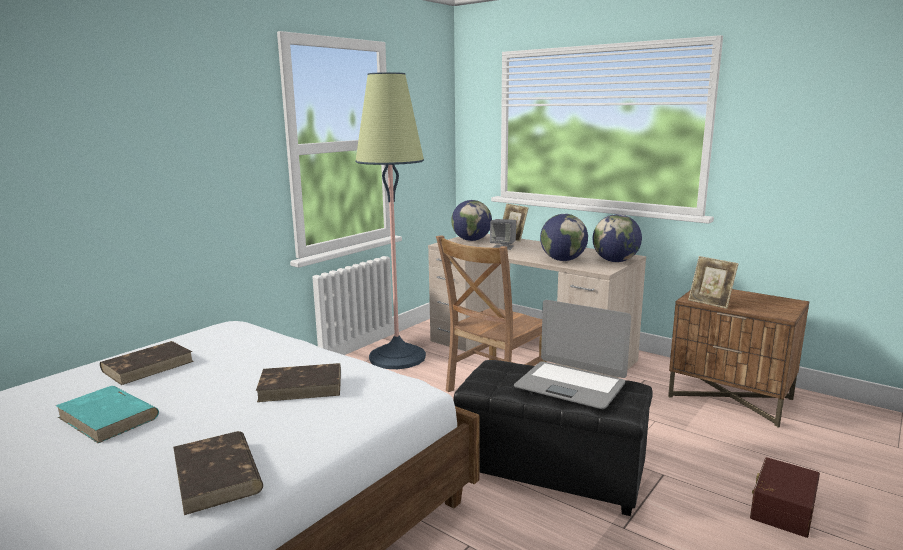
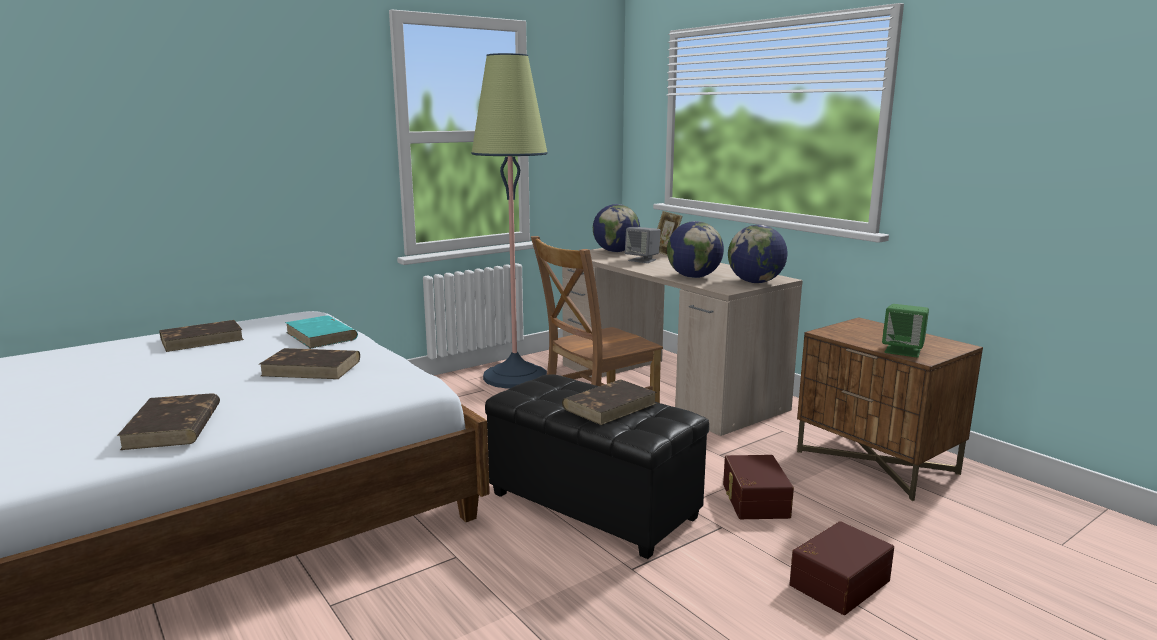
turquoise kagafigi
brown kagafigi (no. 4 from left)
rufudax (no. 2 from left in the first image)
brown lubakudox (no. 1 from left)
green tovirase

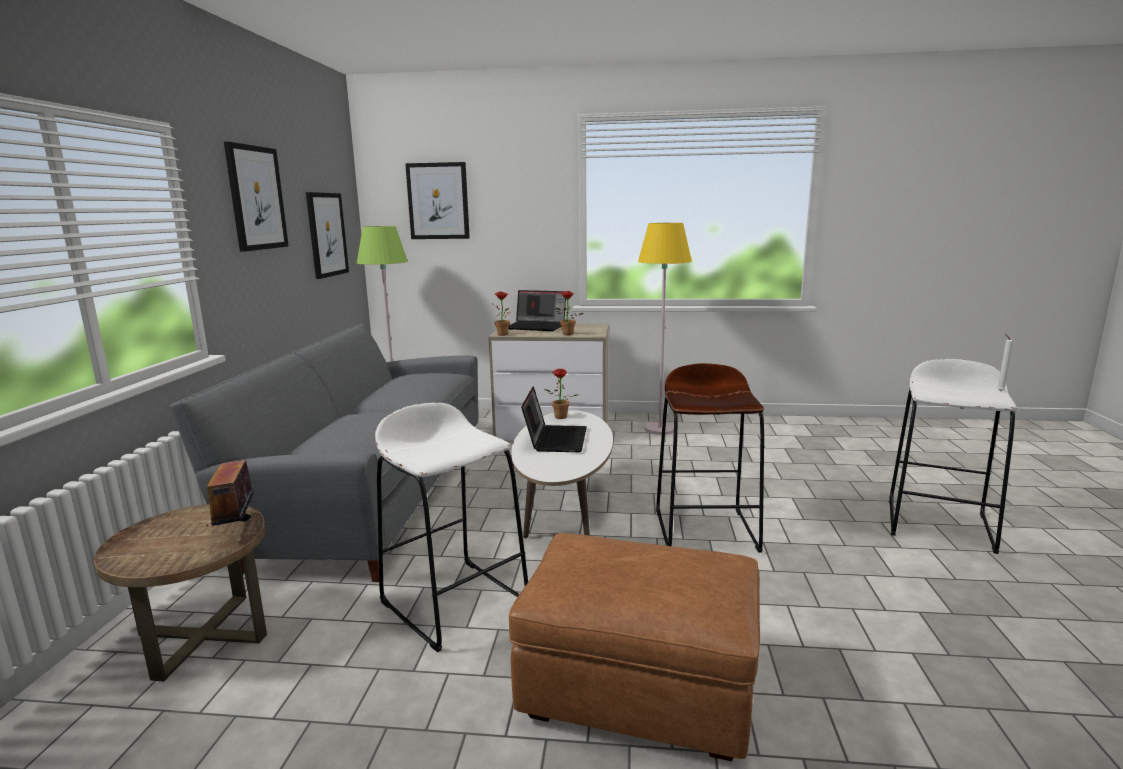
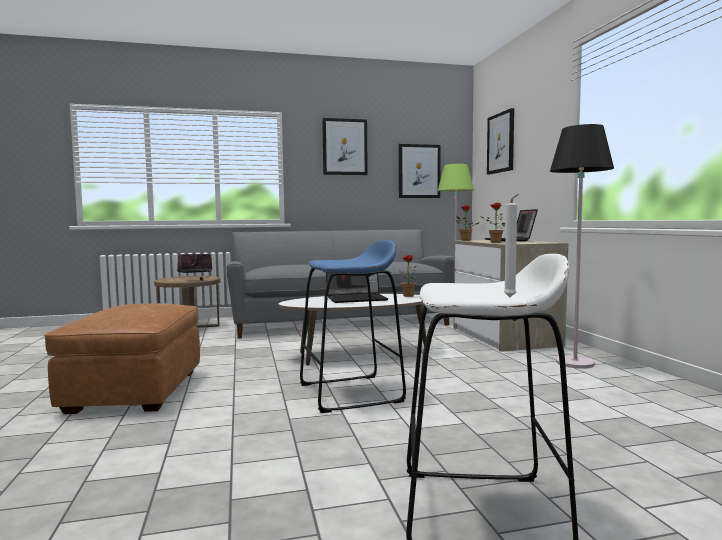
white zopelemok (no. 1 from left in the first image)
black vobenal
blue zopelemok

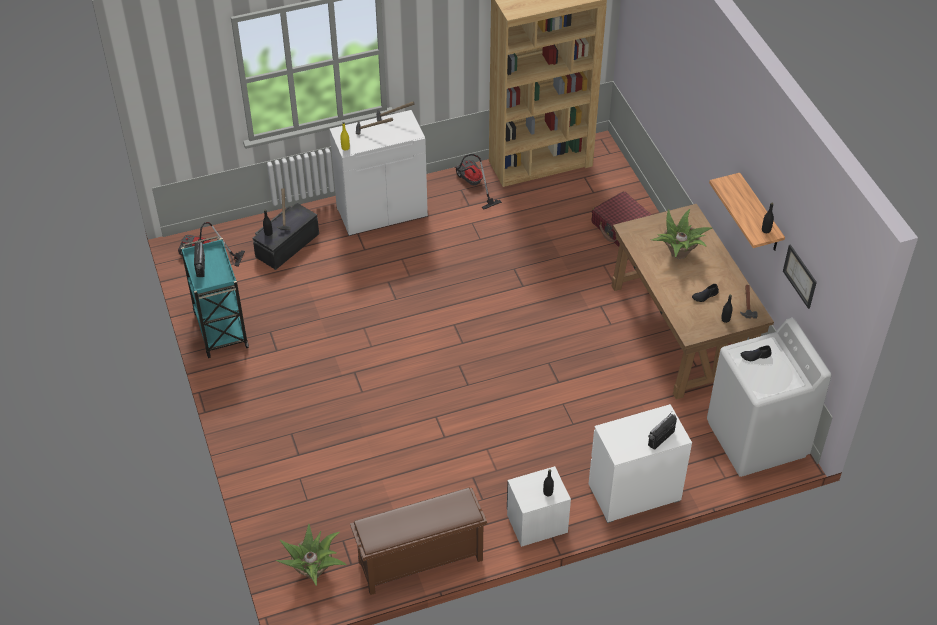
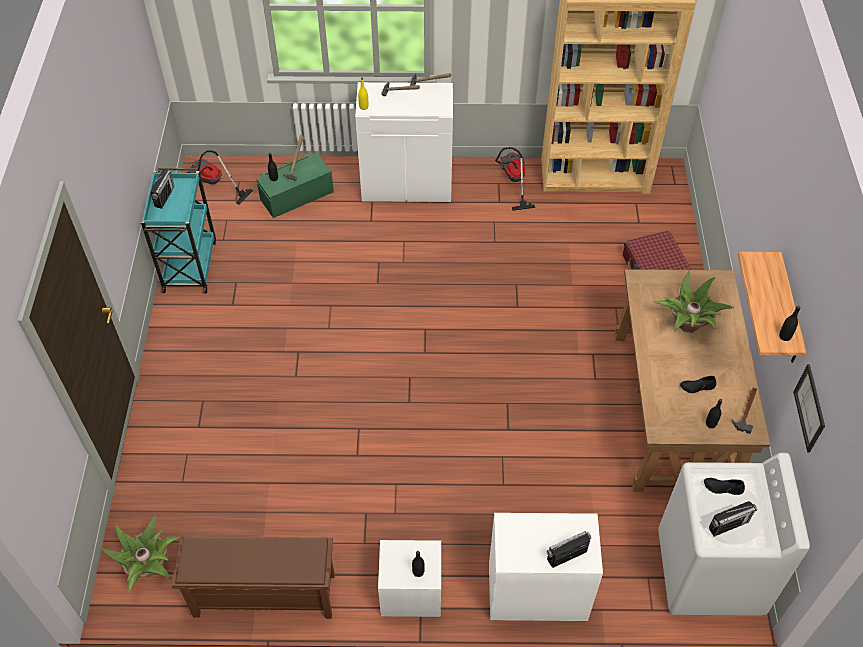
green lubakudox
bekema (no. 3 from left)

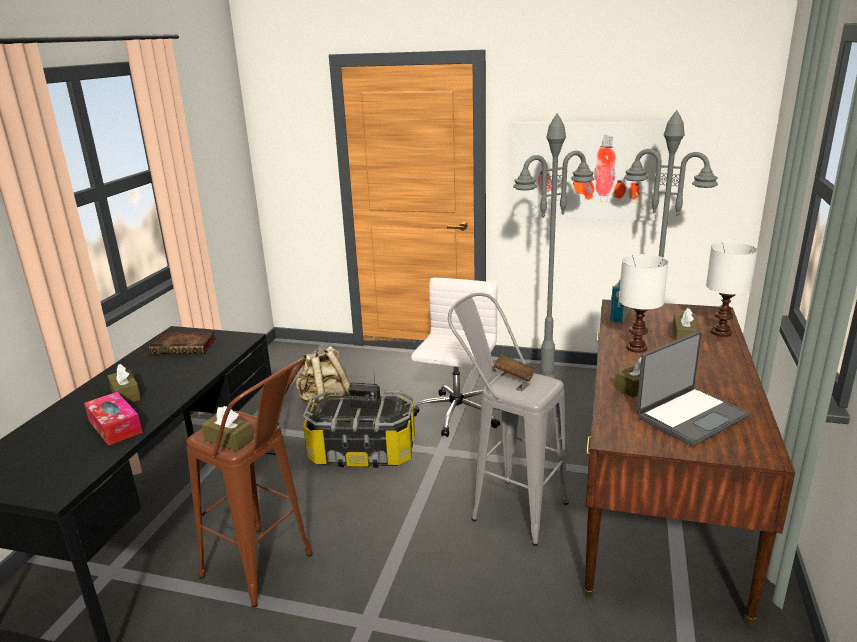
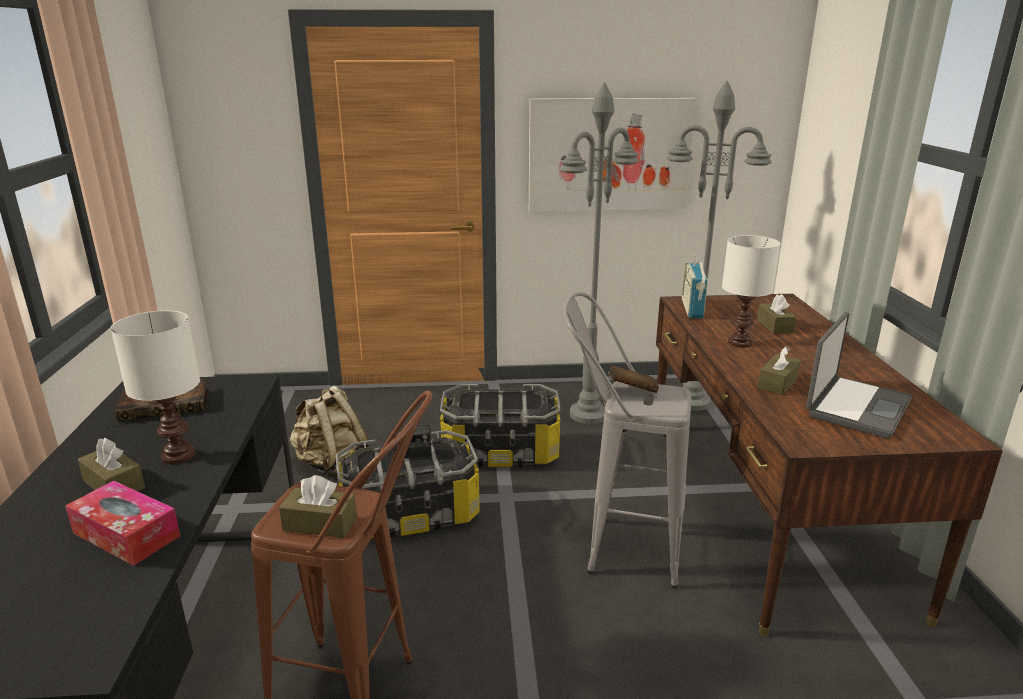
lubakudox (no. 2 from left)
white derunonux (no. 1 from left)

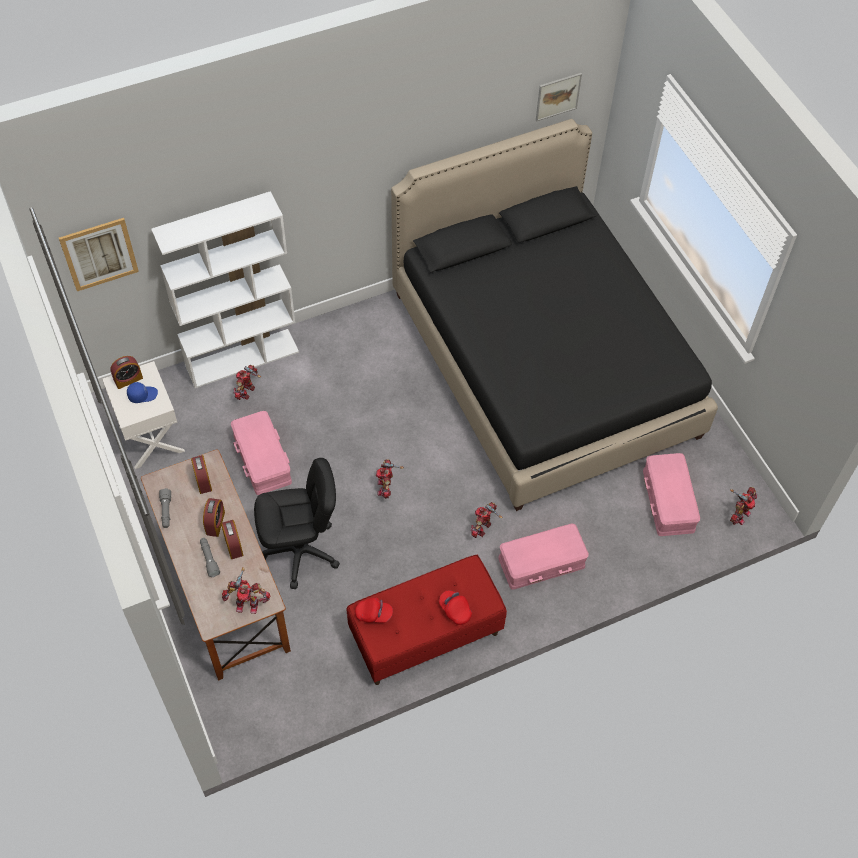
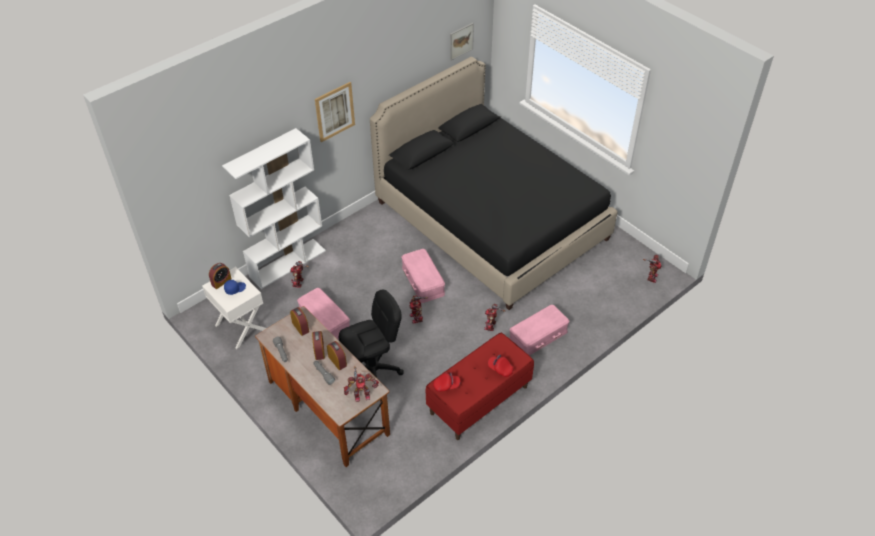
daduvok (no. 1 from left)
pink lubakudox (no. 2 from left)

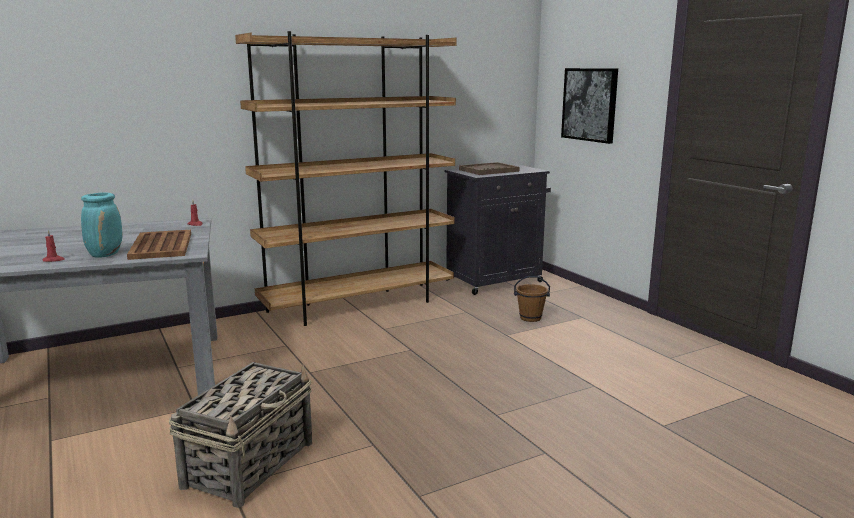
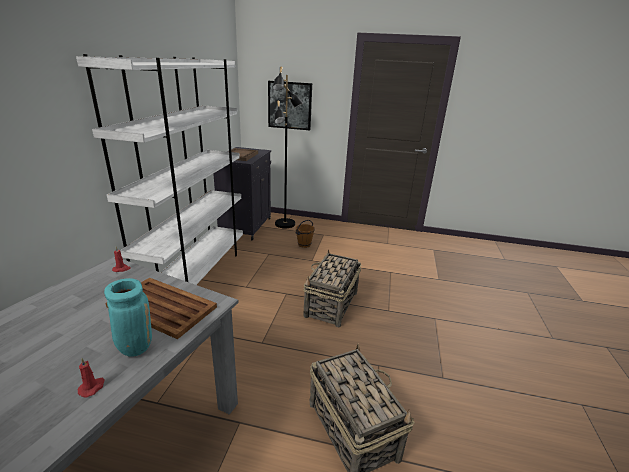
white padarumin
black vobenal
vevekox (no. 1 from left)

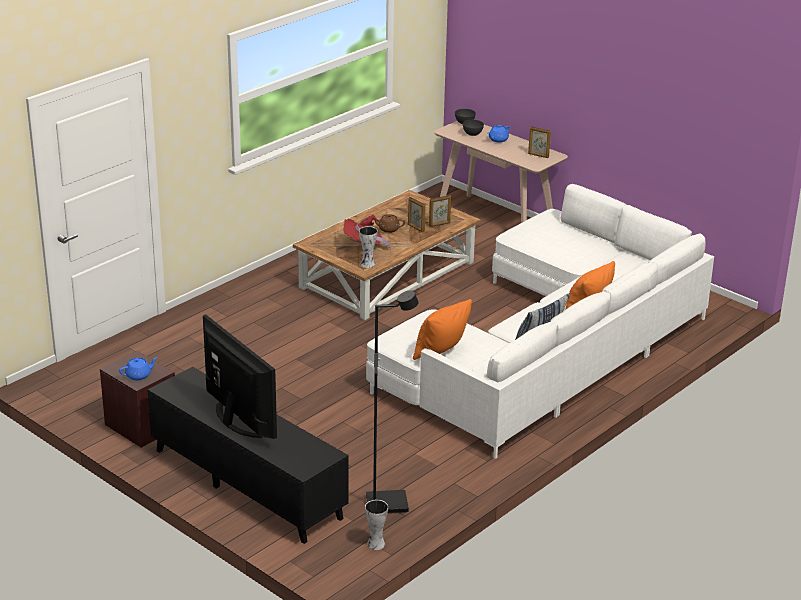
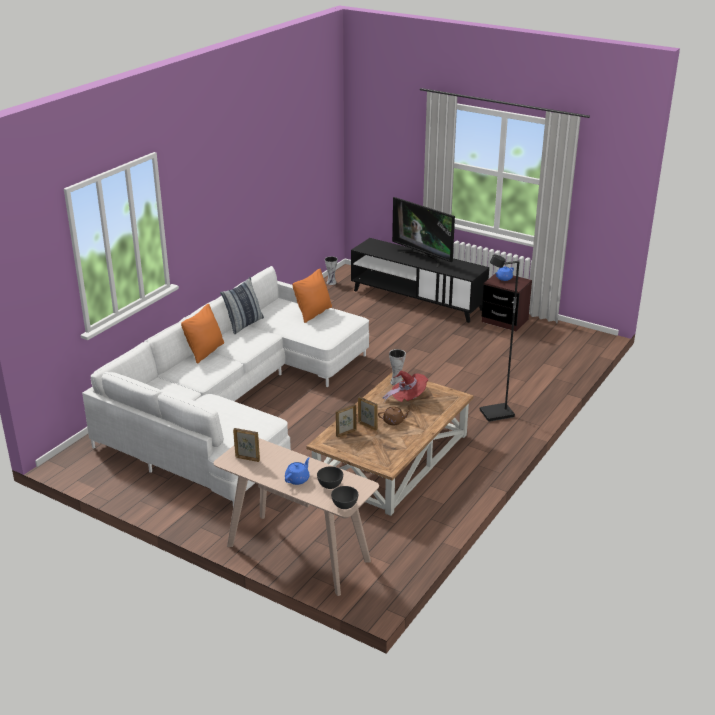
black vobenal

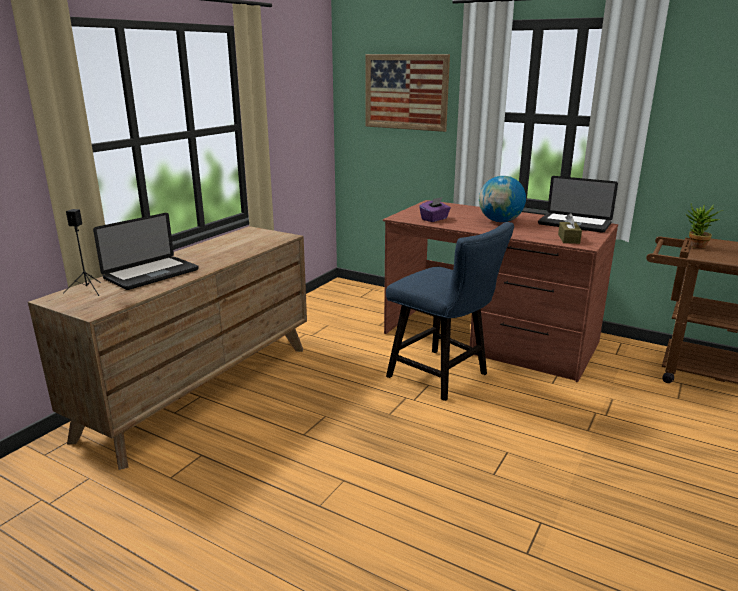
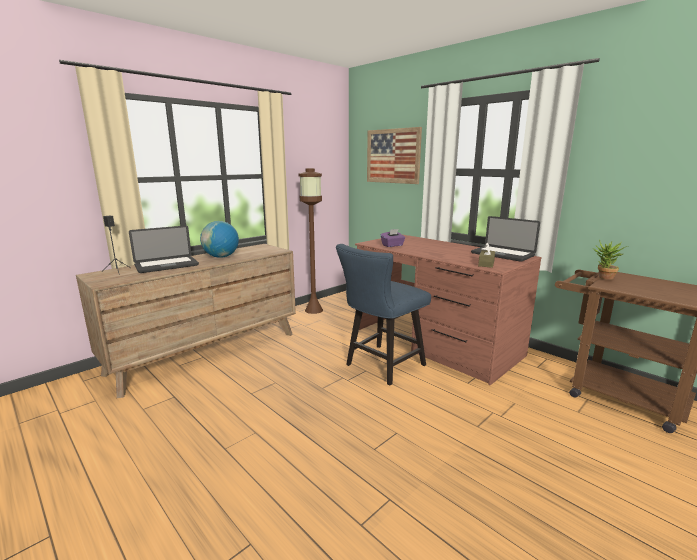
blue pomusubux
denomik
brown vobenal

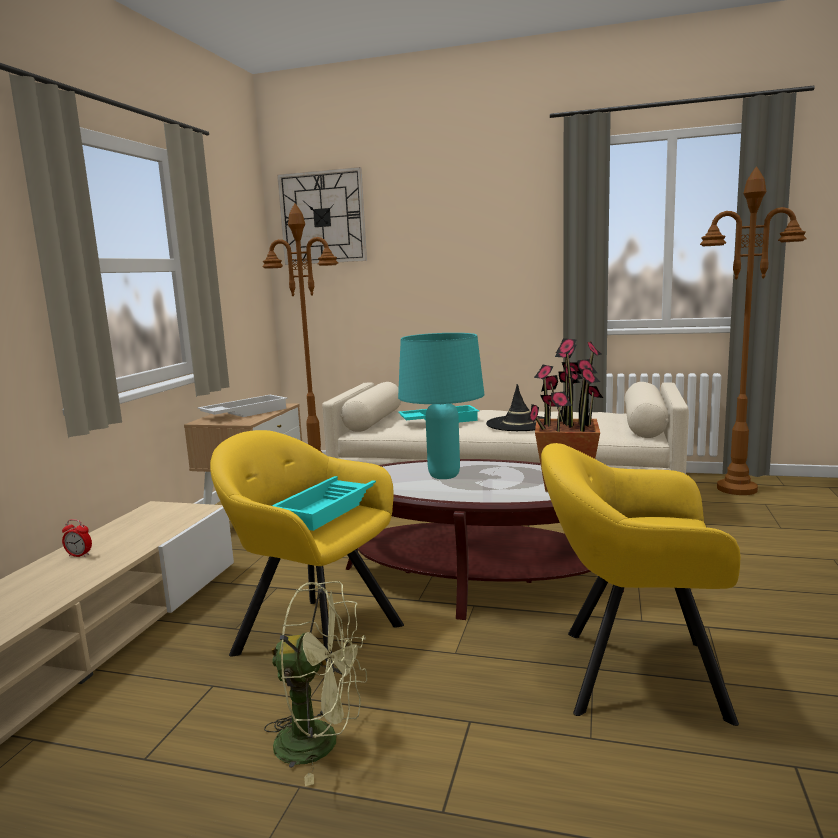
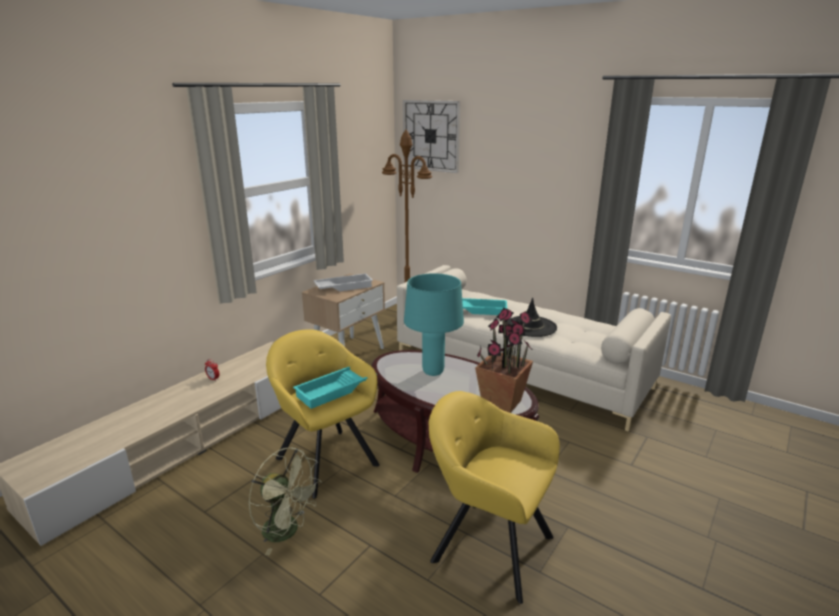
brown vobenal (no. 2 from left in the first image)

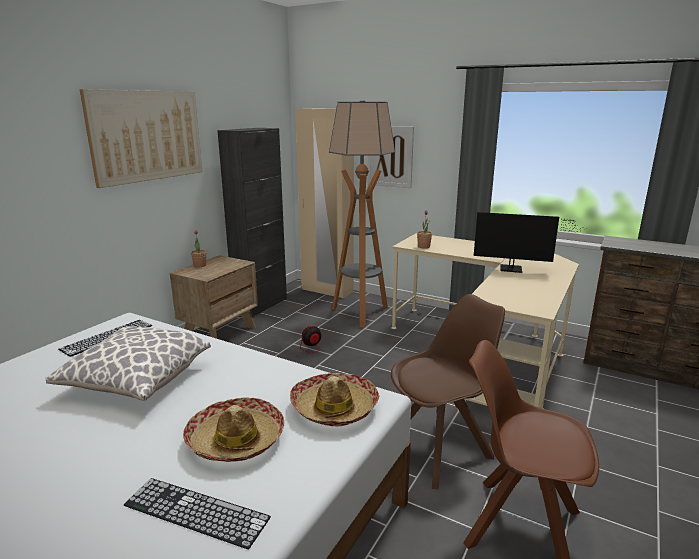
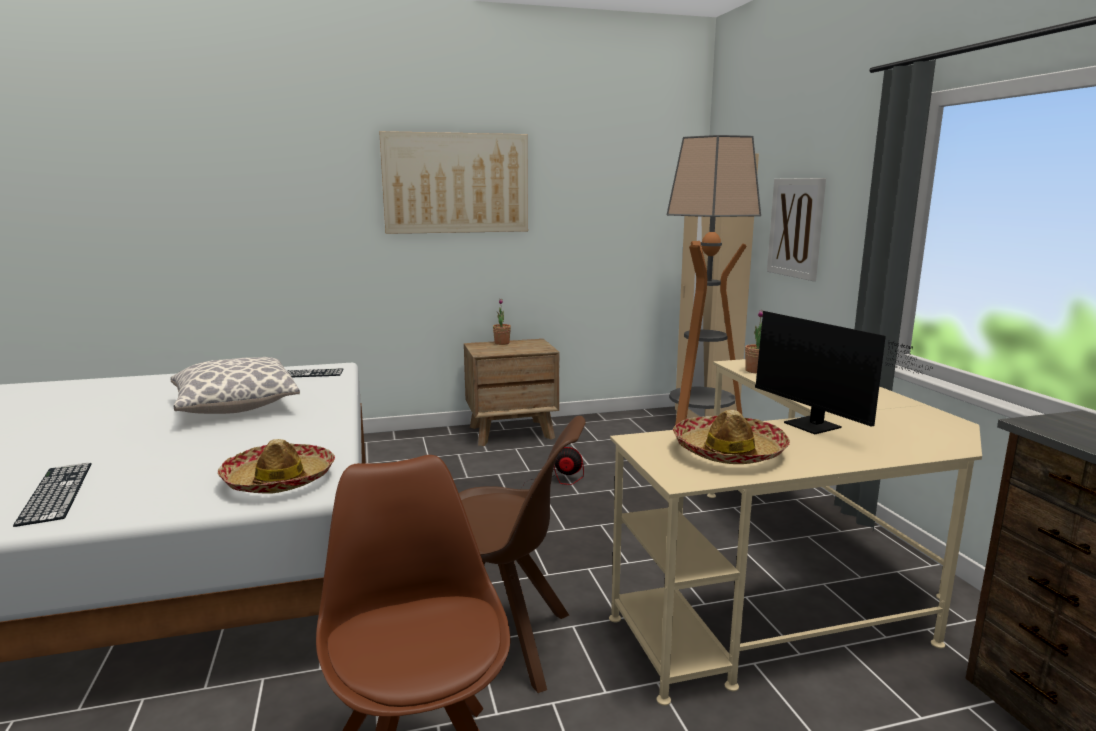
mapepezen (no. 2 from left)
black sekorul

